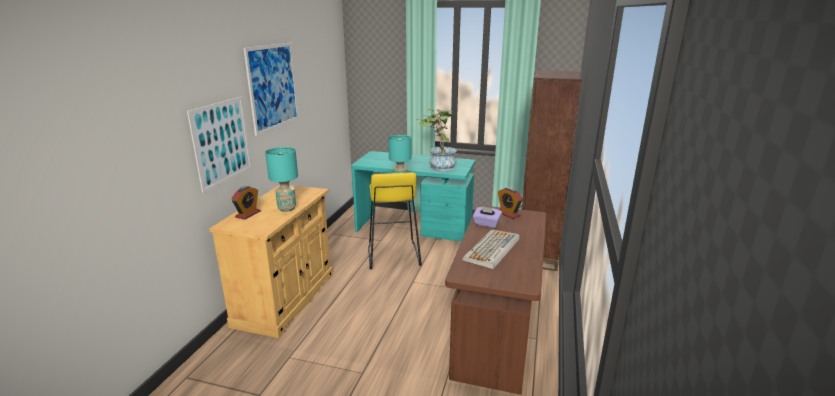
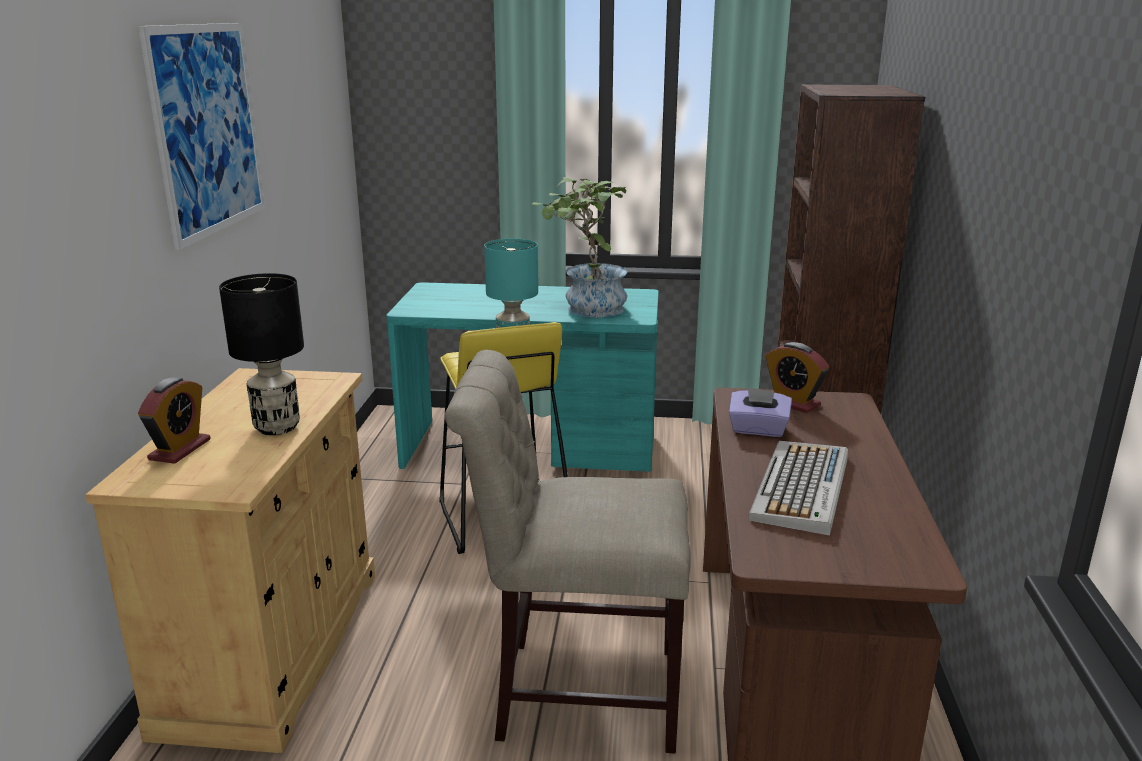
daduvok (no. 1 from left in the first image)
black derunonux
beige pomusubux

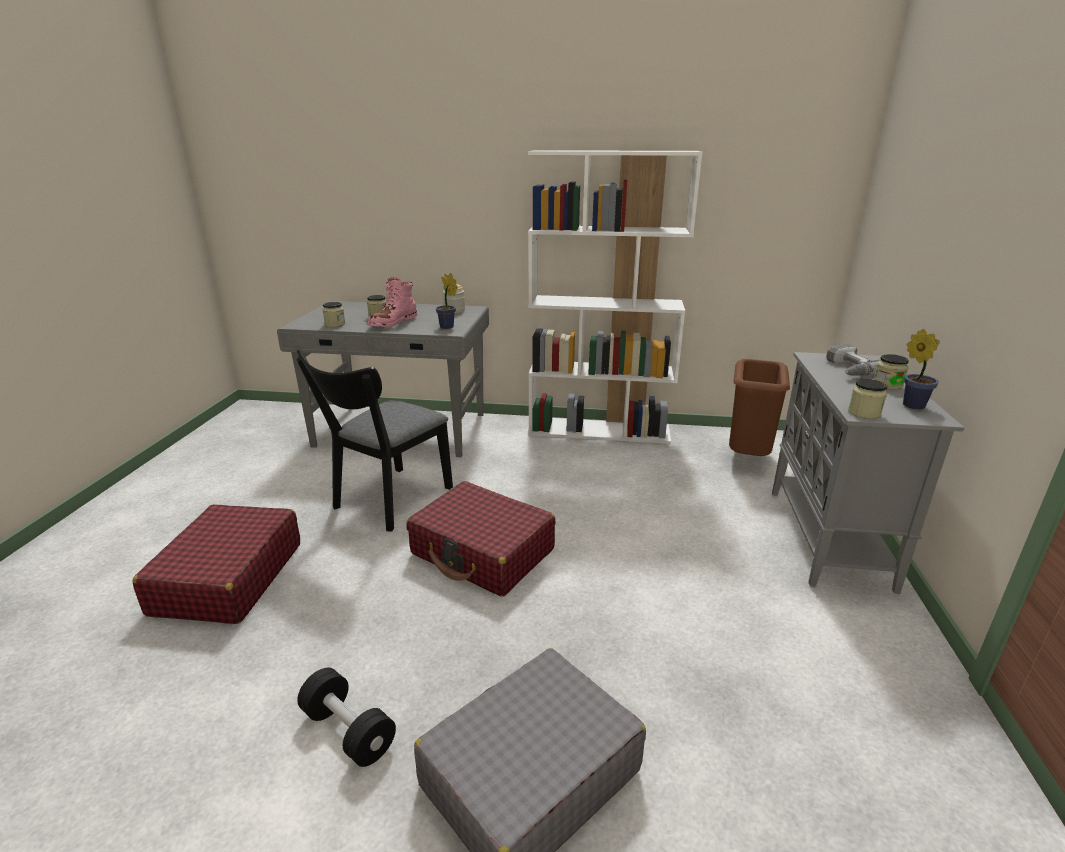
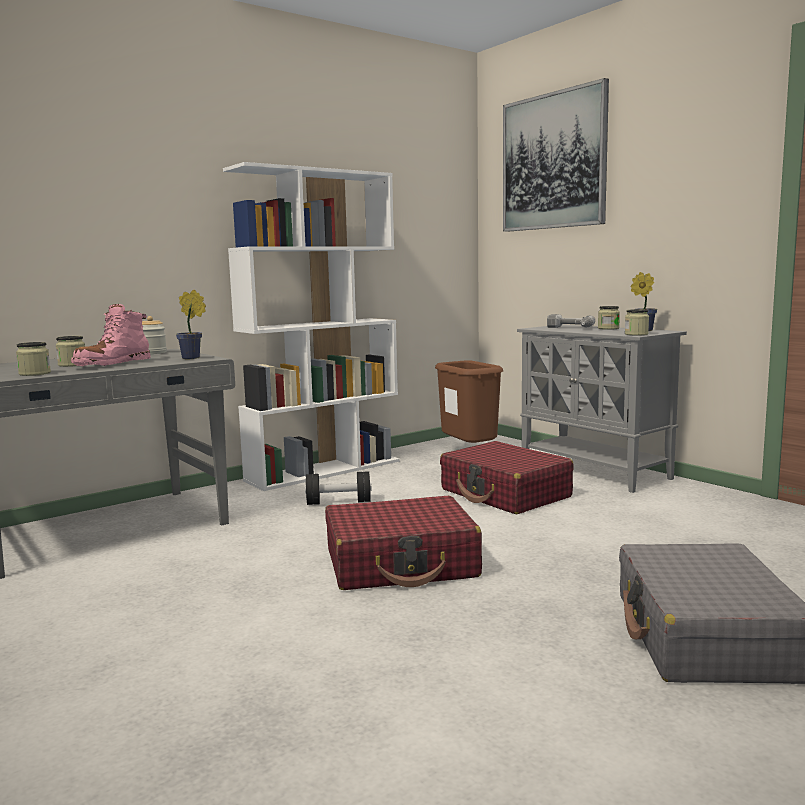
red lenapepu (no. 2 from left)
black pomusubux
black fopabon
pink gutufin
daduvok

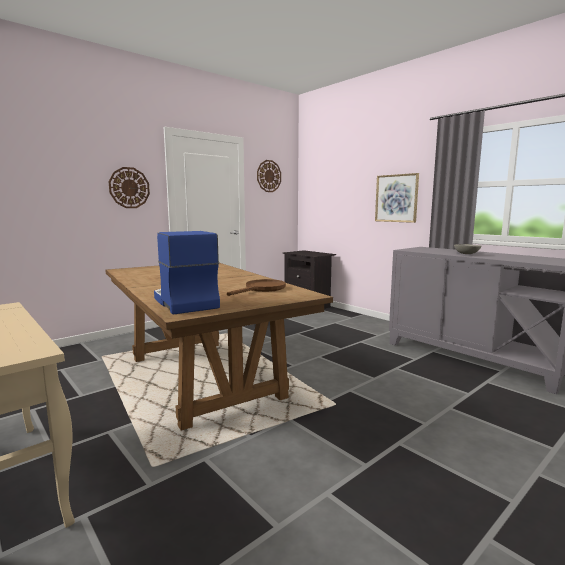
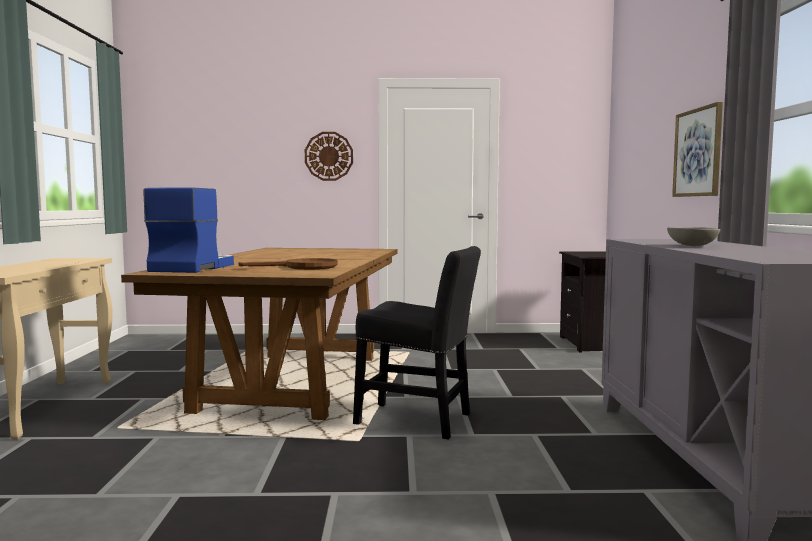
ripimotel (no. 2 from left in the first image)
black pomusubux

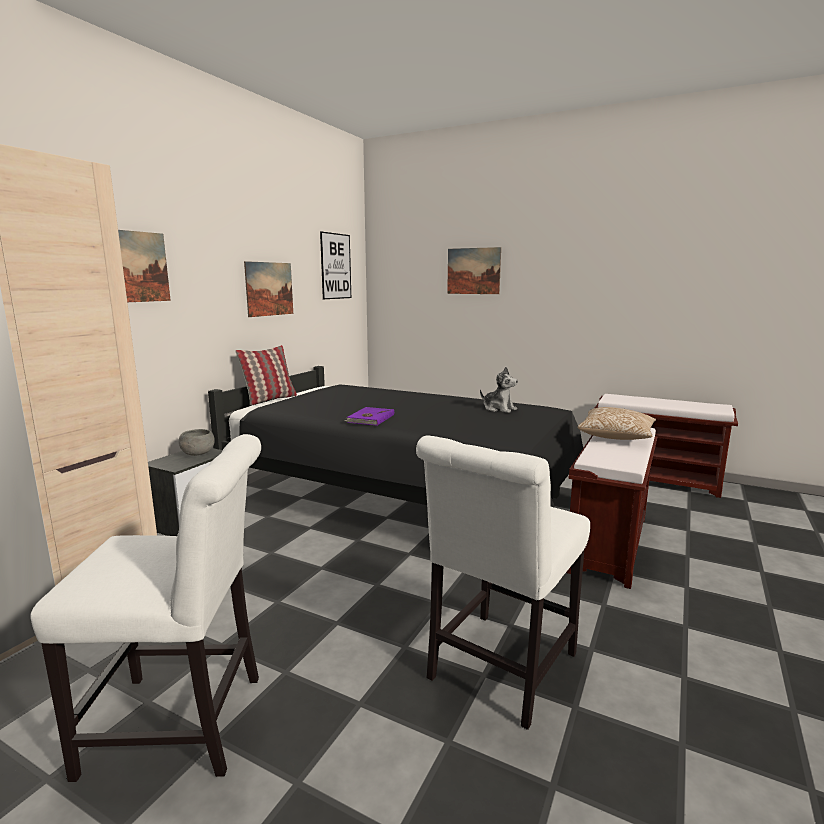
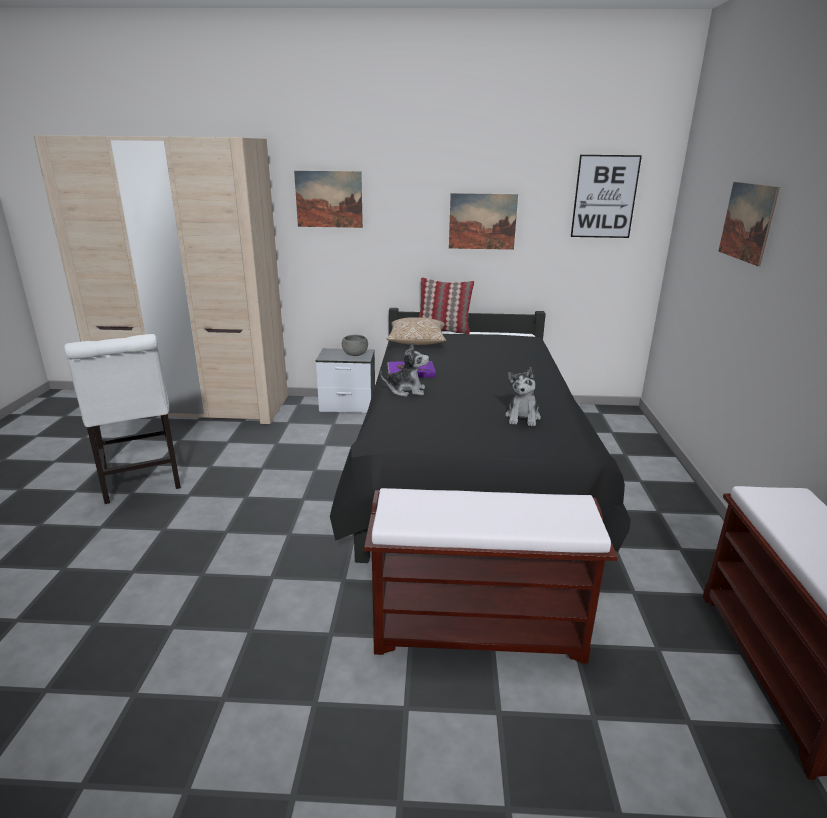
white pomusubux (no. 2 from left in the first image)
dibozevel (no. 1 from left)
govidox (no. 1 from left)

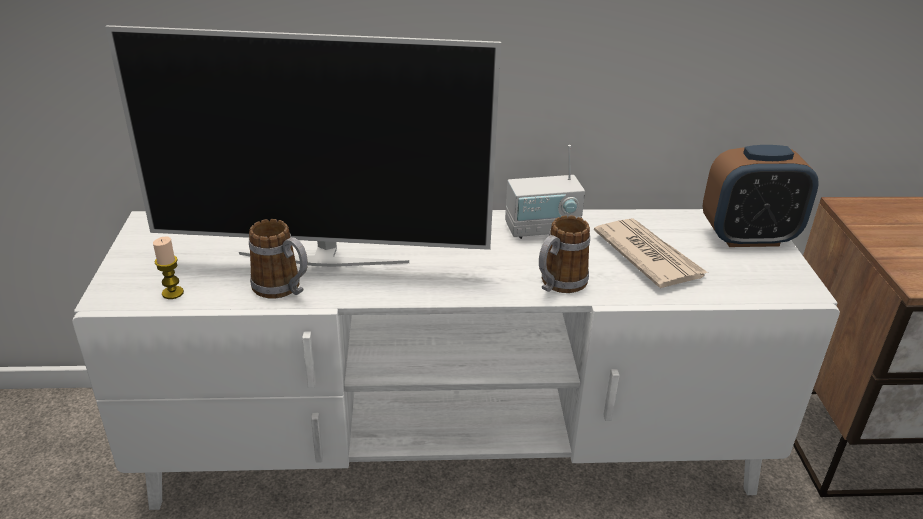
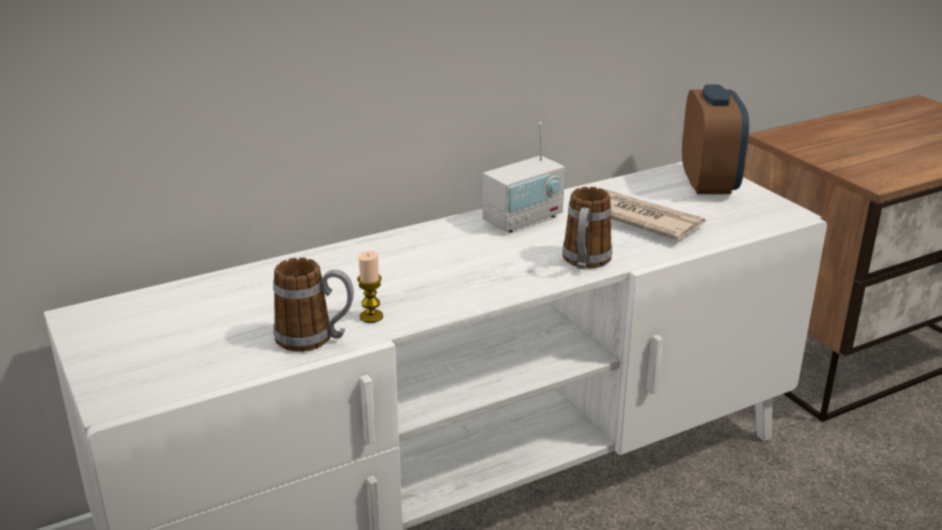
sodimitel
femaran
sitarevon

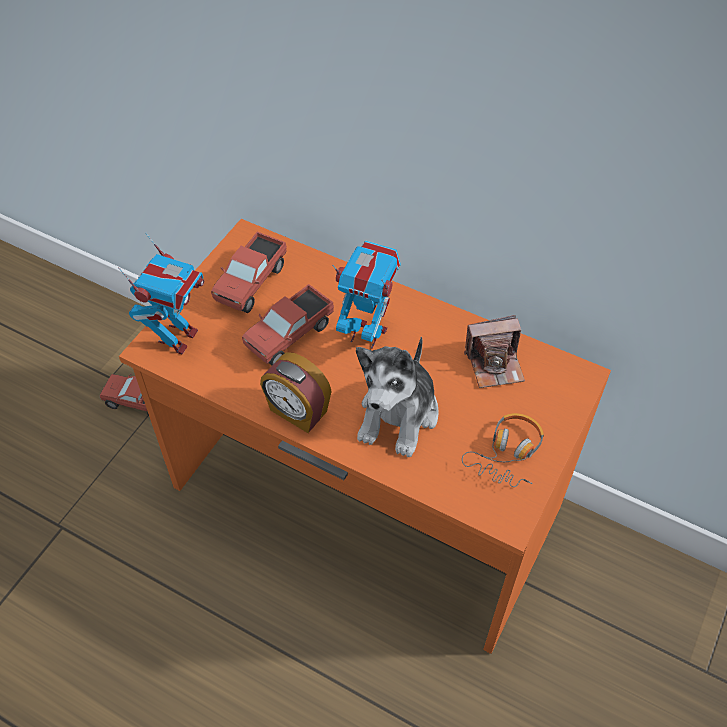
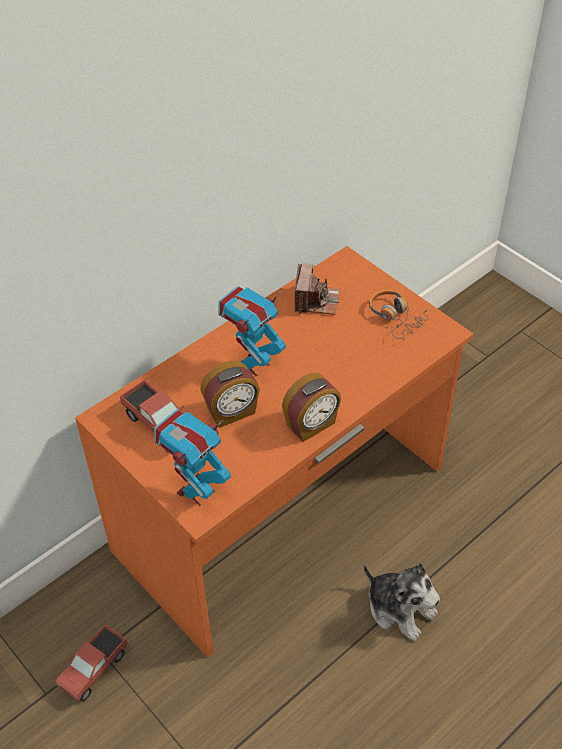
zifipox (no. 1 from left)
sitarevon (no. 1 from left)
govidox

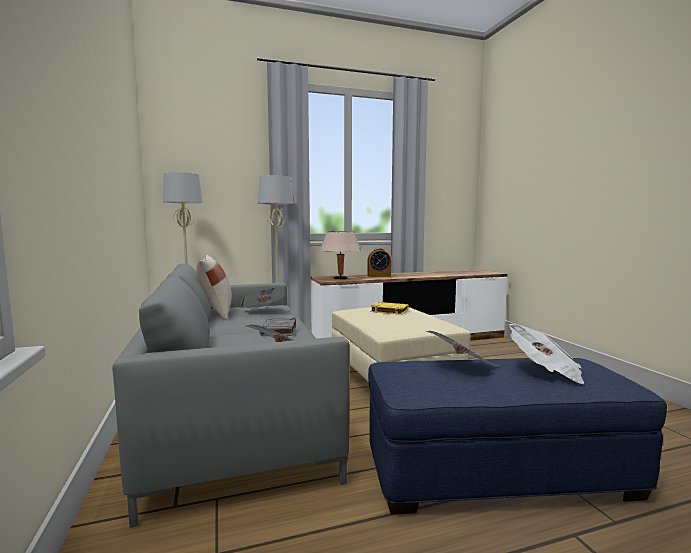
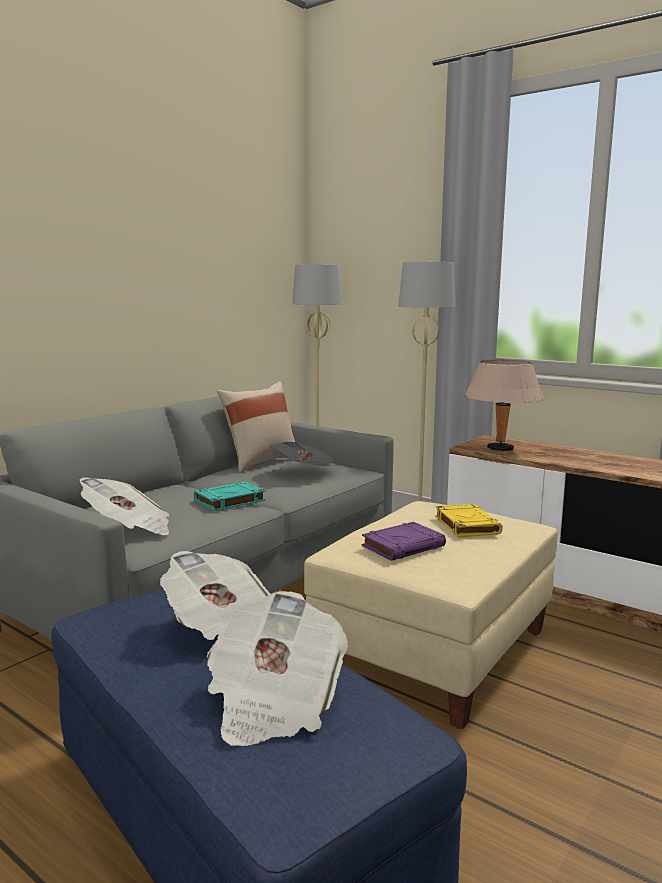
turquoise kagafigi
sitarevon
purple kagafigi

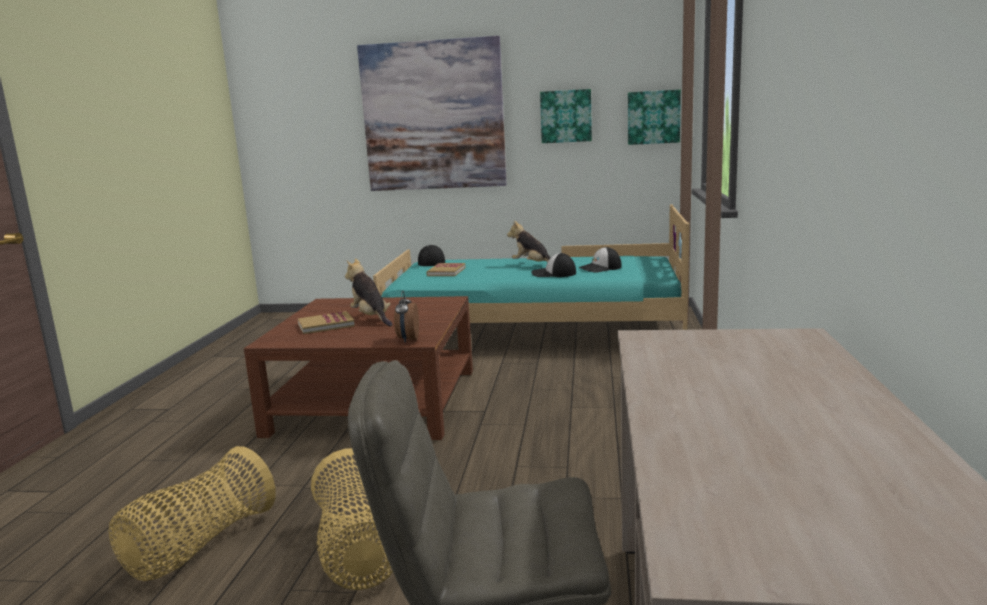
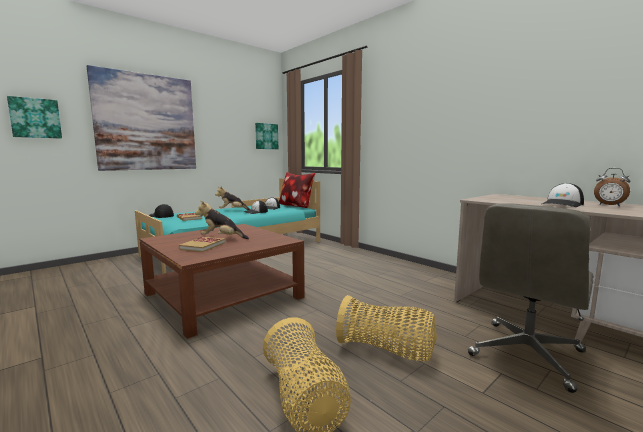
sitarevon
daduvok (no. 1 from left)
dibozevel
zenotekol (no. 4 from left)

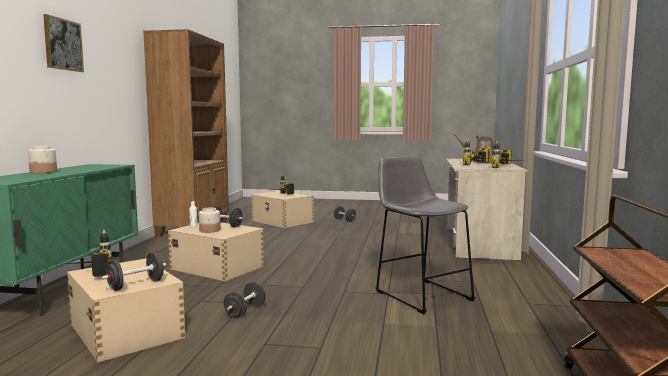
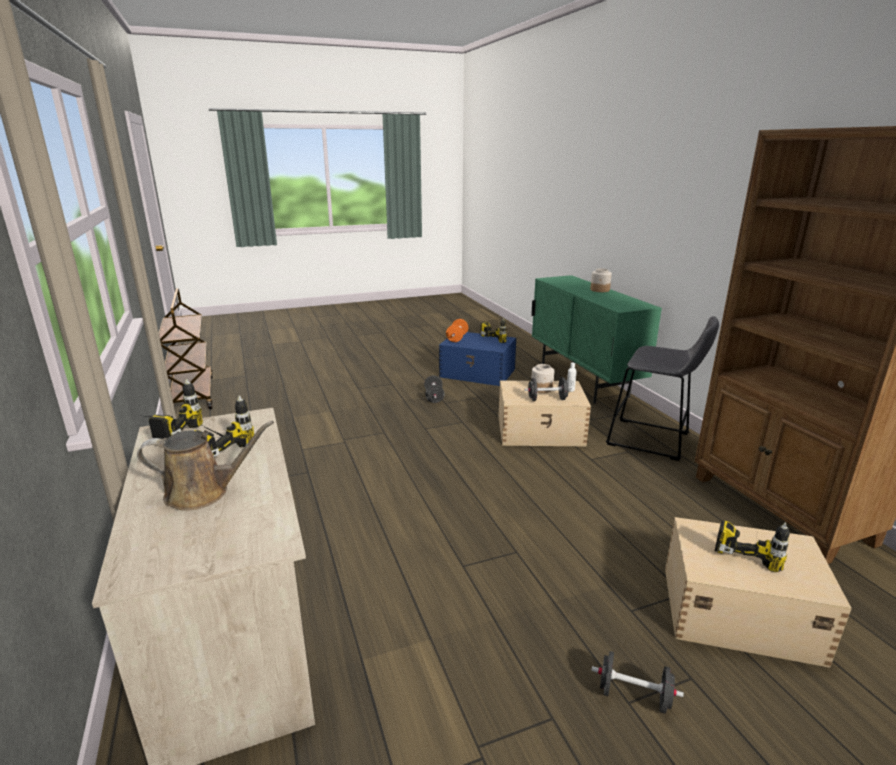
daduvok
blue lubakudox
orange fopabon
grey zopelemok

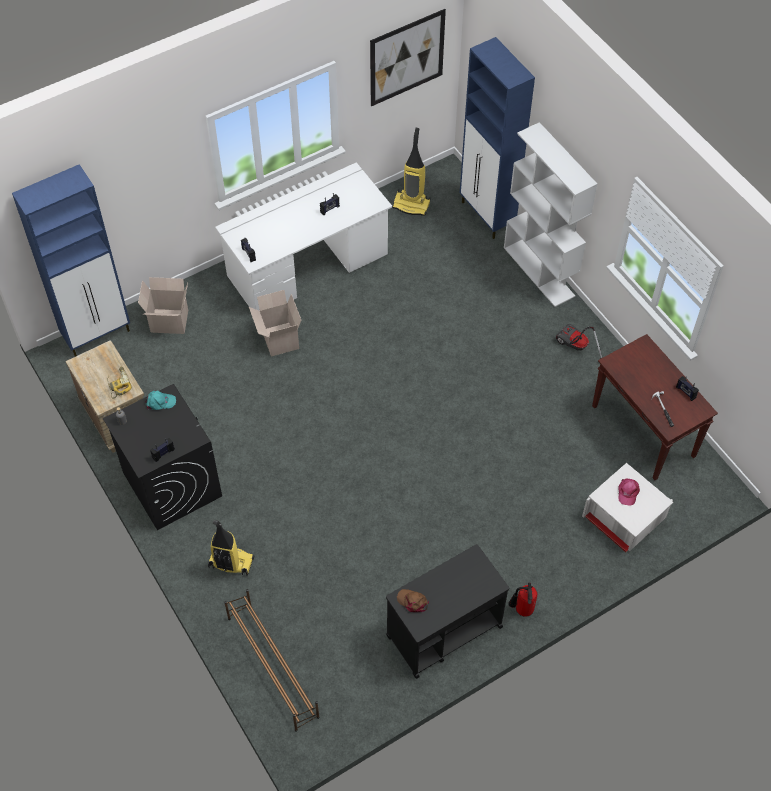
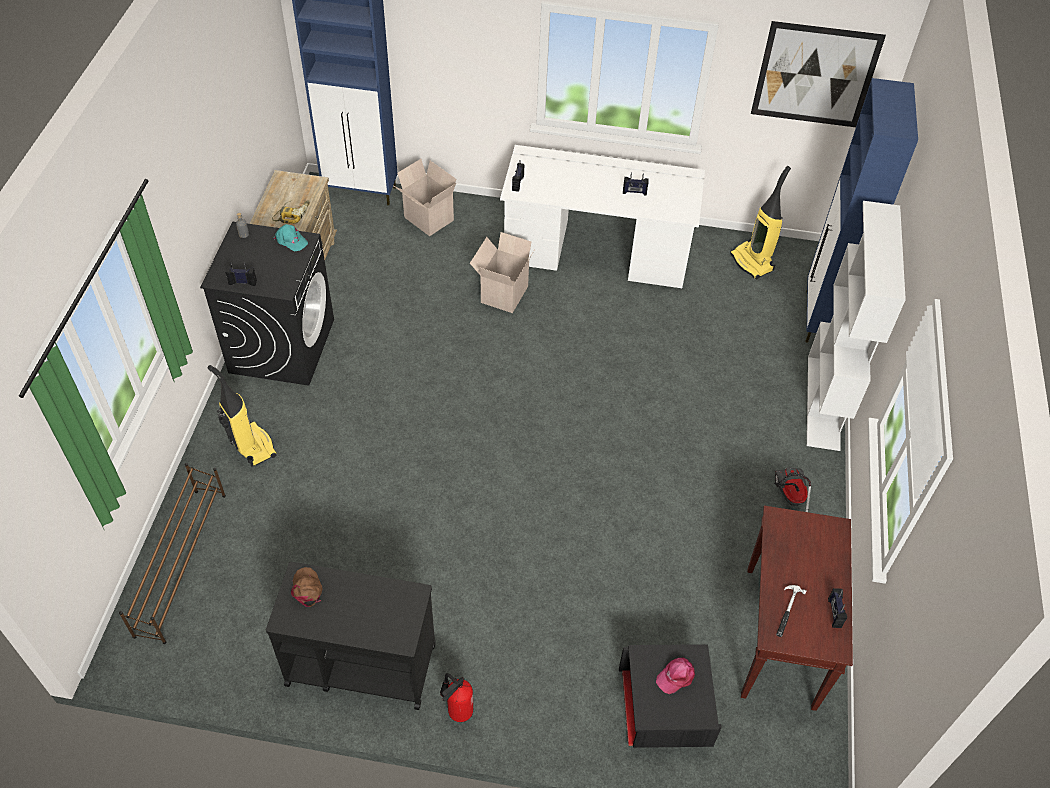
black lubakudox

